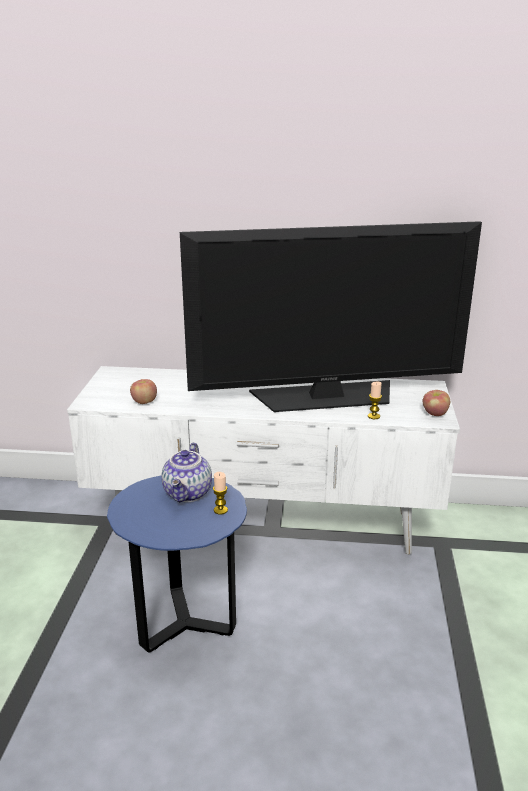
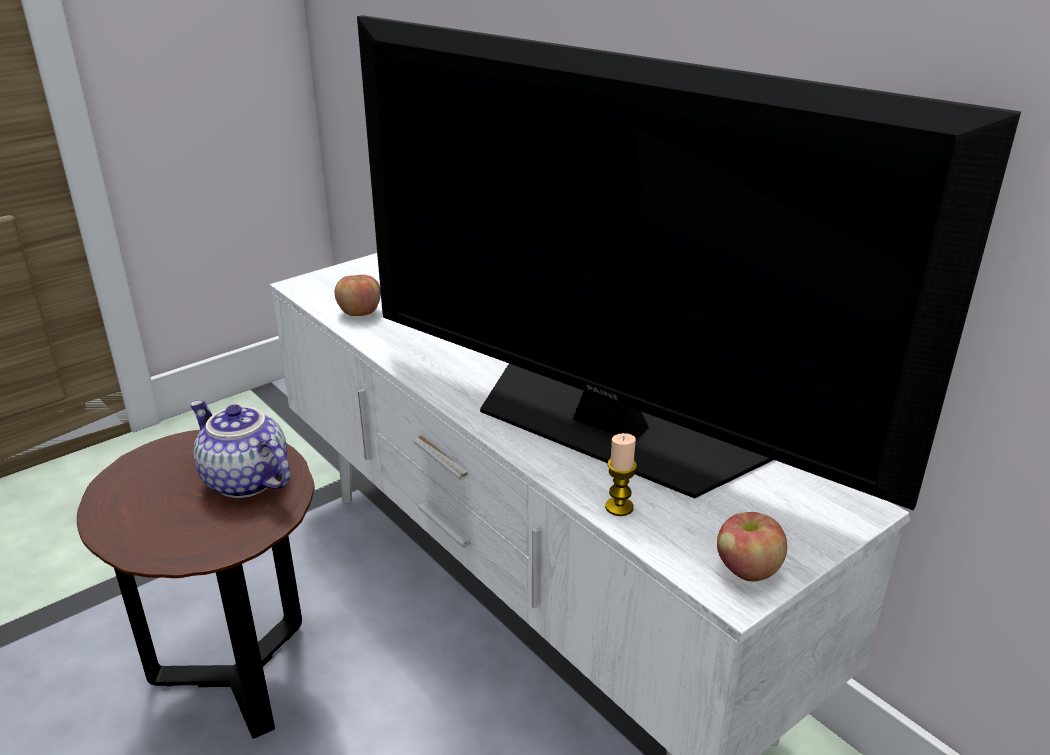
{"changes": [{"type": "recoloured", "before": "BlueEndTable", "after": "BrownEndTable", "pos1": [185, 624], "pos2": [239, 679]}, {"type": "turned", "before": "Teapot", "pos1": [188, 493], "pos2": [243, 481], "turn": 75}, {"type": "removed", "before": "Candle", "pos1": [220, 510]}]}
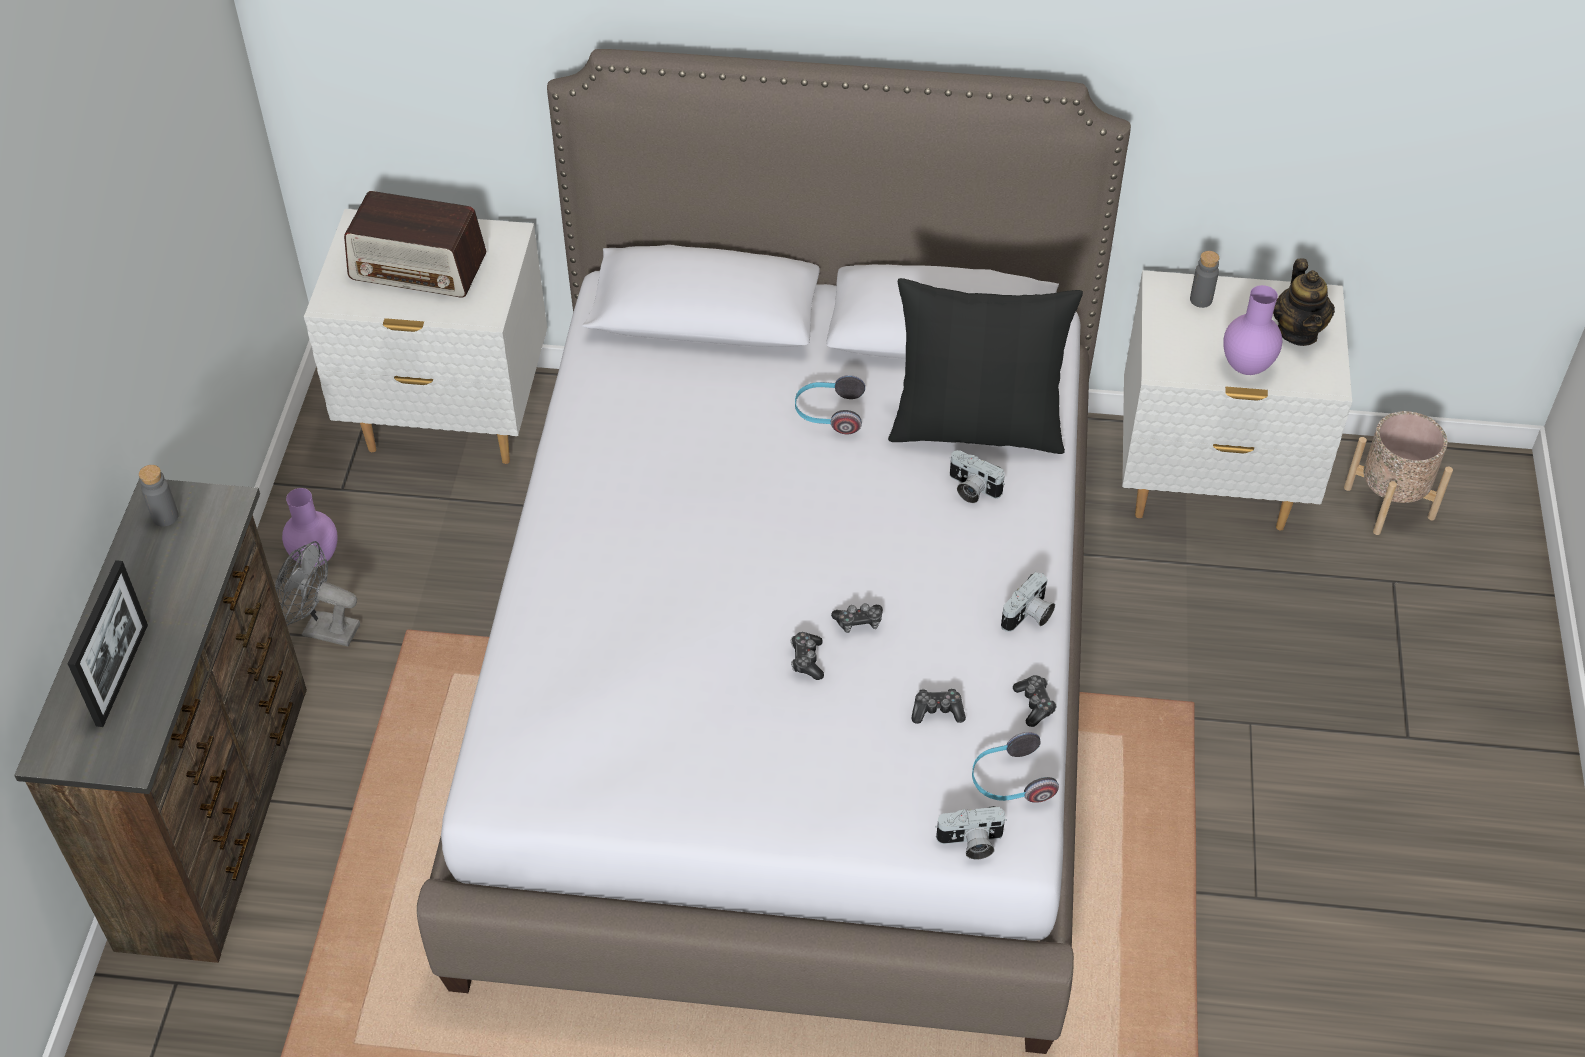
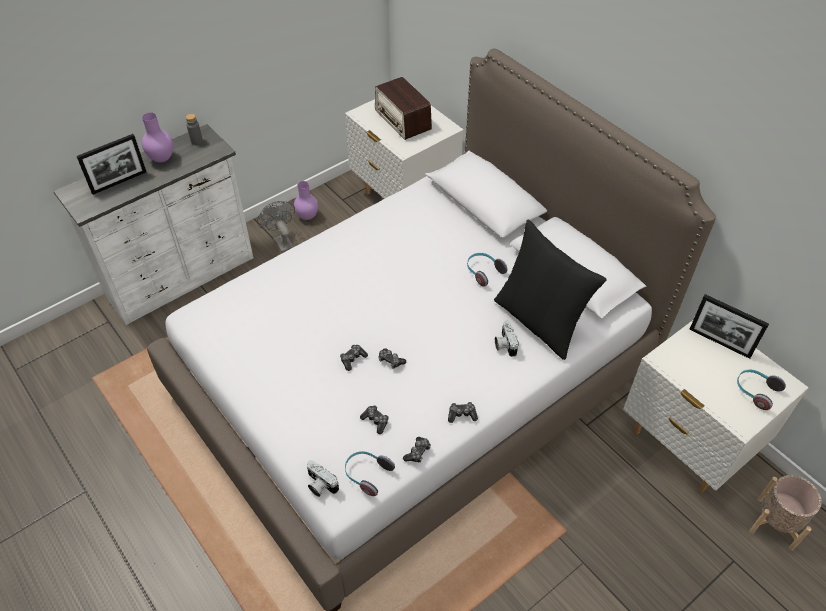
{"changes": [{"type": "recoloured", "before": "BrownDrawerChest", "after": "WhiteColouredDrawerChest", "pos1": [220, 813], "pos2": [183, 277]}, {"type": "moved", "before": "PurpleFlowerVase", "pos1": [1247, 367], "pos2": [162, 159]}, {"type": "replaced", "before": "PhotoCamera", "after": "Gamepad", "pos1": [1029, 616], "pos2": [462, 414]}, {"type": "replaced", "before": "GreyishBeverageBottle", "after": "StandingFrame", "pos1": [1201, 300], "pos2": [719, 342]}, {"type": "replaced", "before": "Teapot", "after": "Headphones", "pos1": [1298, 331], "pos2": [755, 391]}]}
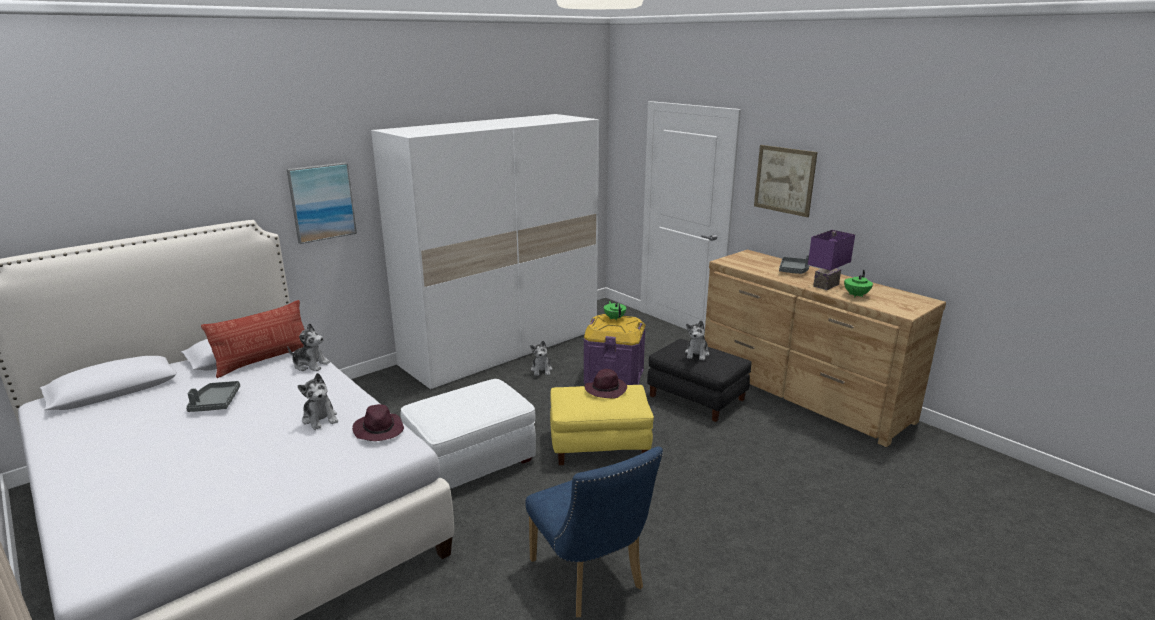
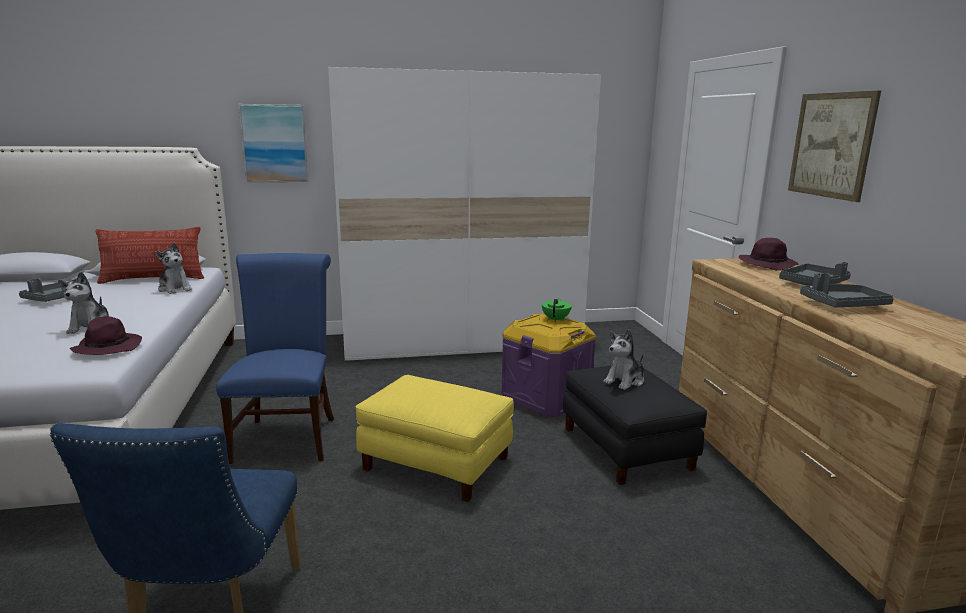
{"changes": [{"type": "replaced", "before": "WhiteColouredFootrest", "after": "BlueChair", "pos1": [472, 461], "pos2": [287, 436]}, {"type": "moved", "before": "PurpleHat", "pos1": [606, 389], "pos2": [768, 264]}, {"type": "replaced", "before": "PurpleTabletopLamp", "after": "GreyishCarryingTray", "pos1": [825, 285], "pos2": [842, 305]}, {"type": "removed", "before": "SoftToy", "pos1": [541, 370]}, {"type": "removed", "before": "GreenishTeapot", "pos1": [855, 295]}]}
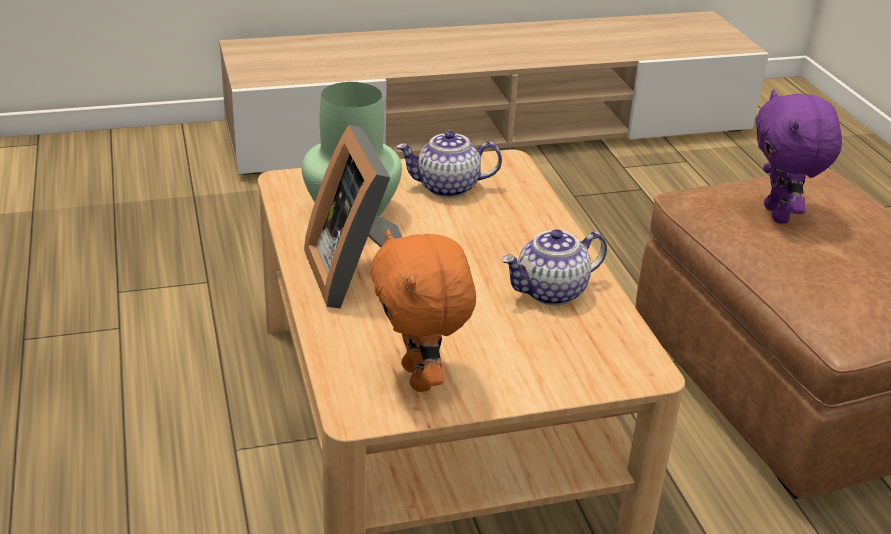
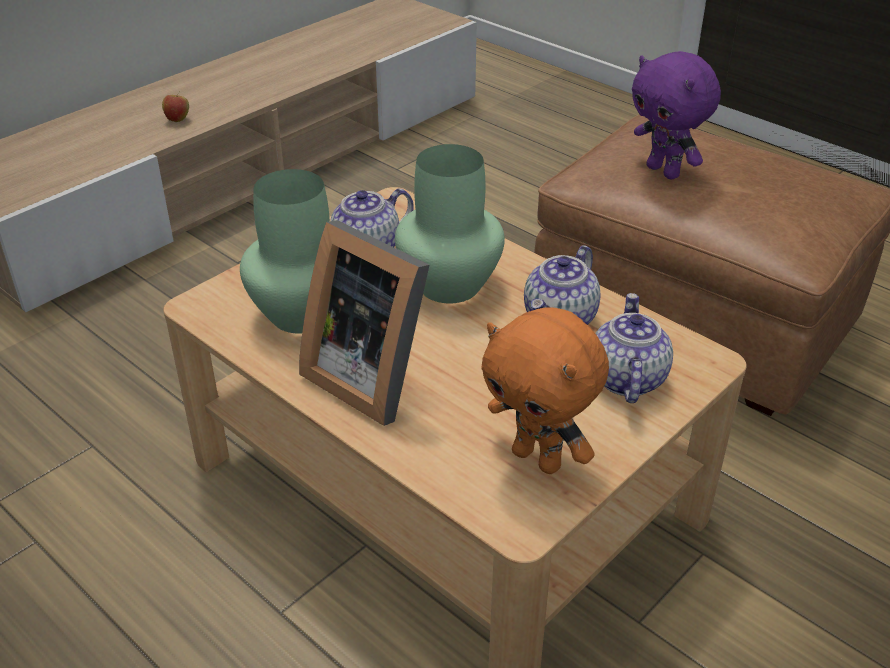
{"changes": [{"type": "added", "after": "WholeApple", "pos2": [178, 120]}, {"type": "added", "after": "GreenishFlowerVase", "pos2": [449, 286]}, {"type": "added", "after": "Teapot", "pos2": [626, 378]}]}
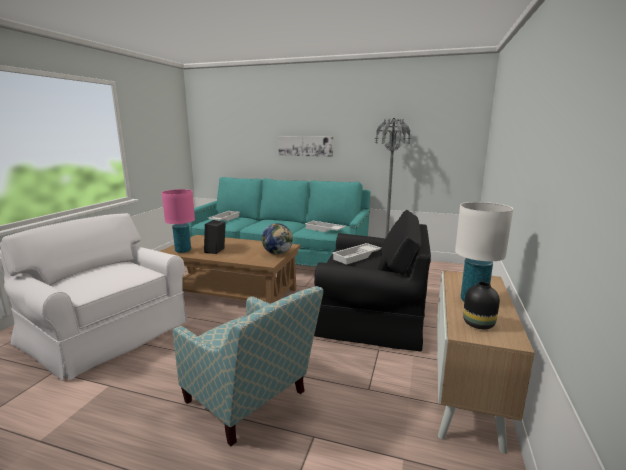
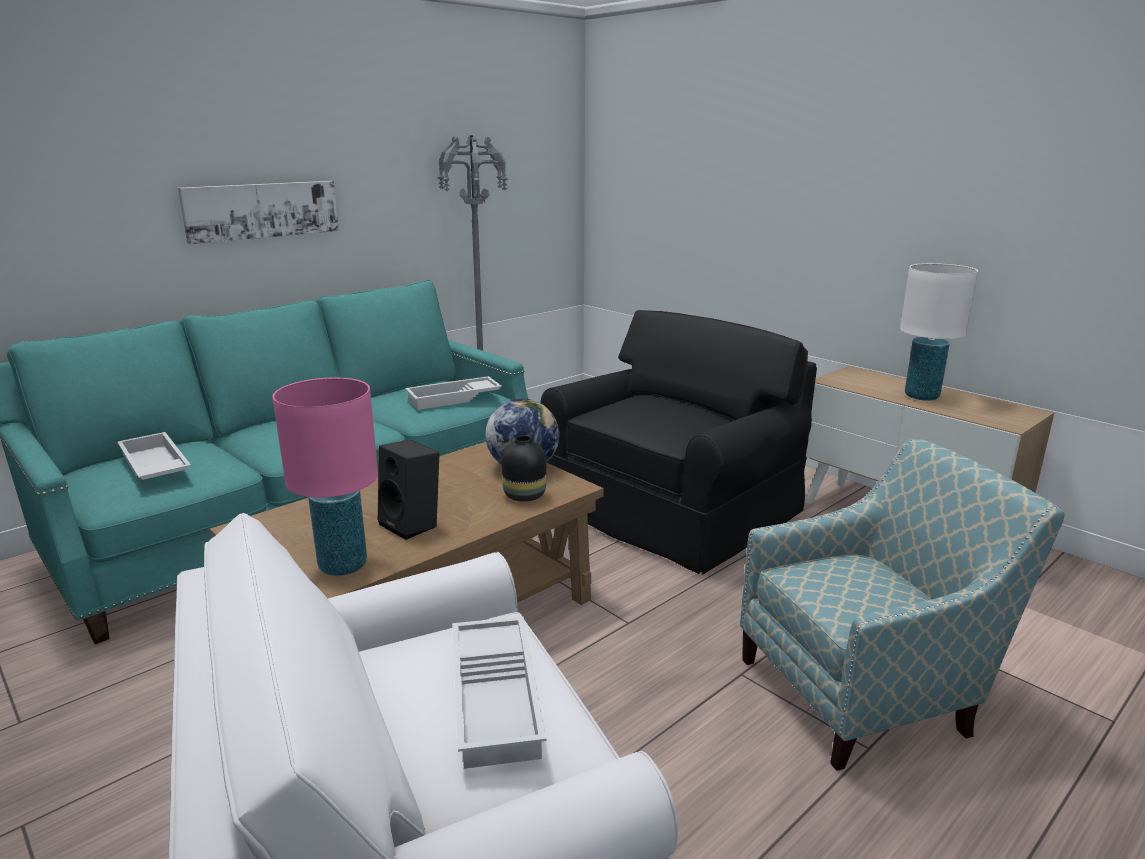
{"changes": [{"type": "moved", "before": "WhiteColouredCarryingTray", "pos1": [357, 257], "pos2": [498, 697]}, {"type": "moved", "before": "BlackFlowerVase", "pos1": [478, 324], "pos2": [524, 495]}]}
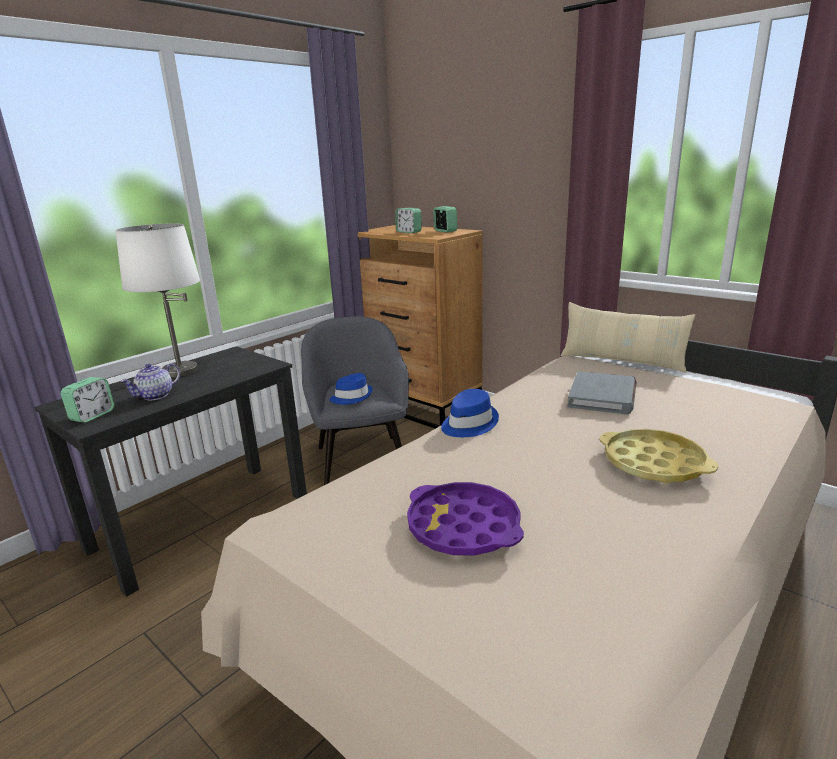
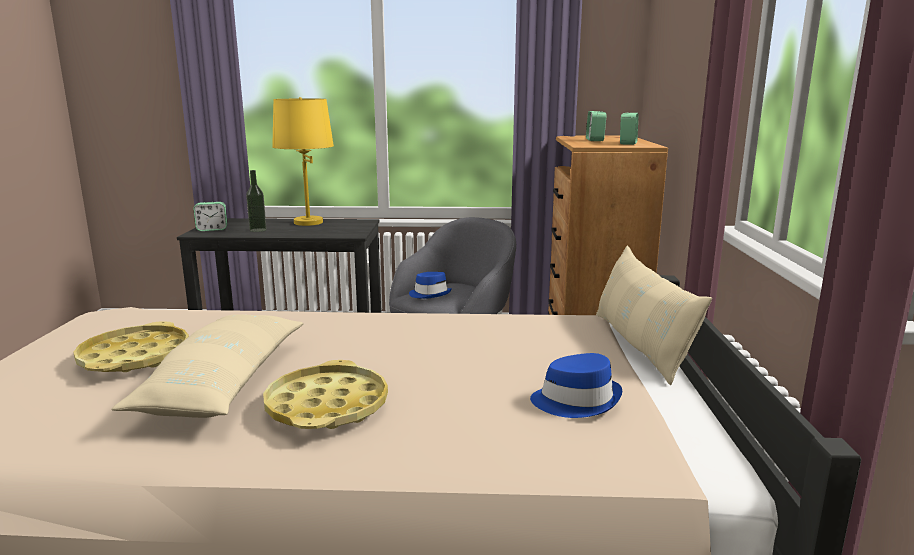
{"changes": [{"type": "recoloured", "before": "PurpleCarryingTray", "after": "YellowishCarryingTray", "pos1": [463, 527], "pos2": [134, 358]}, {"type": "added", "after": "BeigeCushion", "pos2": [224, 383]}, {"type": "replaced", "before": "Teapot", "after": "BeverageBottle", "pos1": [155, 396], "pos2": [258, 230]}, {"type": "recoloured", "before": "WhiteColouredTabletopLamp", "after": "YellowishTabletopLamp", "pos1": [180, 371], "pos2": [308, 222]}, {"type": "moved", "before": "BlueHat", "pos1": [468, 424], "pos2": [576, 400]}, {"type": "removed", "before": "GreyishBook", "pos1": [602, 396]}]}
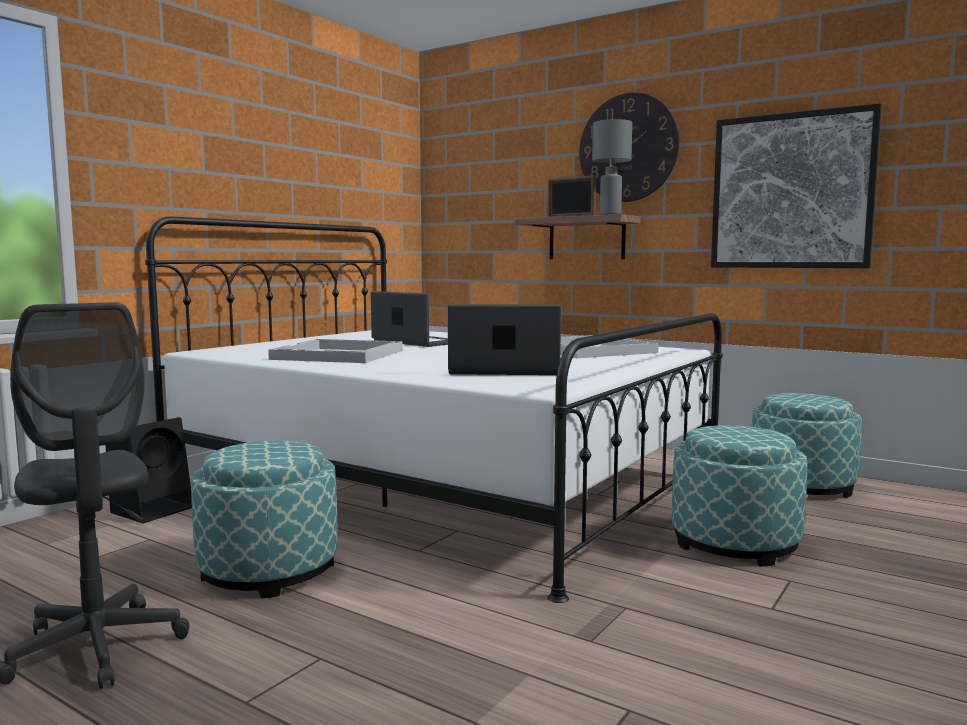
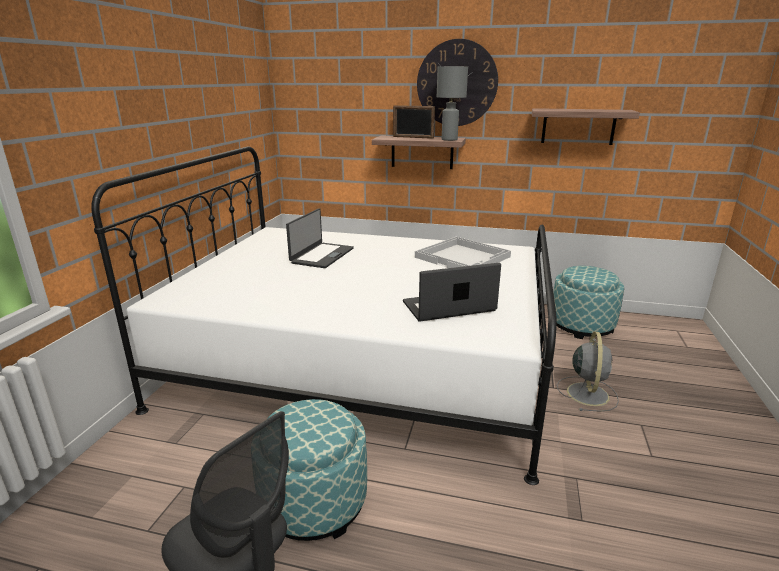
{"changes": [{"type": "turned", "before": "Laptop", "pos1": [415, 342], "pos2": [321, 255], "turn": 90}, {"type": "replaced", "before": "WallArt", "after": "WallShelf", "pos1": [791, 191], "pos2": [578, 126]}, {"type": "replaced", "before": "Footrest", "after": "GreyishElectricFan", "pos1": [734, 542], "pos2": [587, 393]}, {"type": "removed", "before": "BlackAudioSpeaker", "pos1": [153, 509]}, {"type": "removed", "before": "WhiteColouredCarryingTray", "pos1": [339, 355]}]}
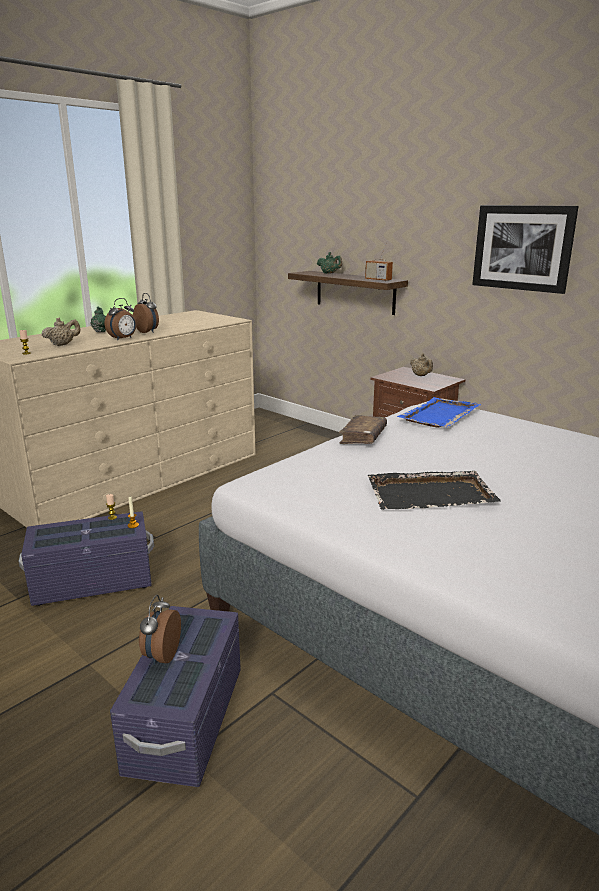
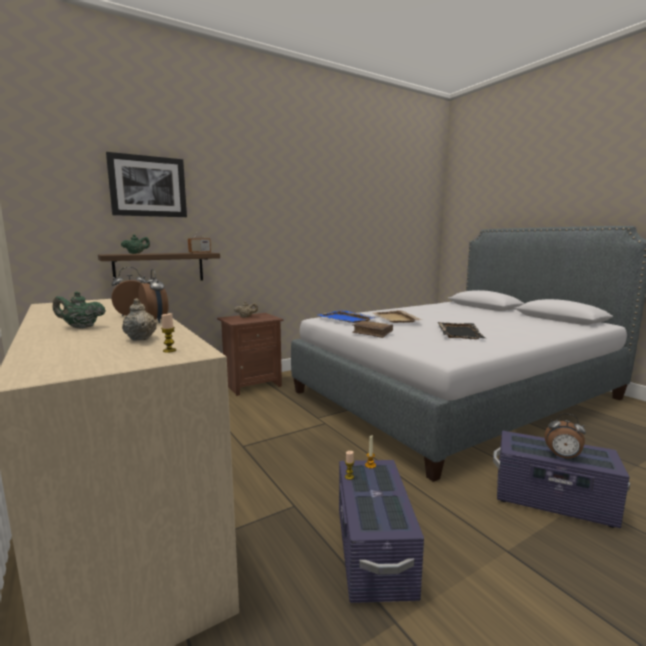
{"changes": [{"type": "moved", "before": "WallArt", "pos1": [522, 248], "pos2": [148, 186]}, {"type": "added", "after": "BeigeCarryingTray", "pos2": [395, 318]}]}
